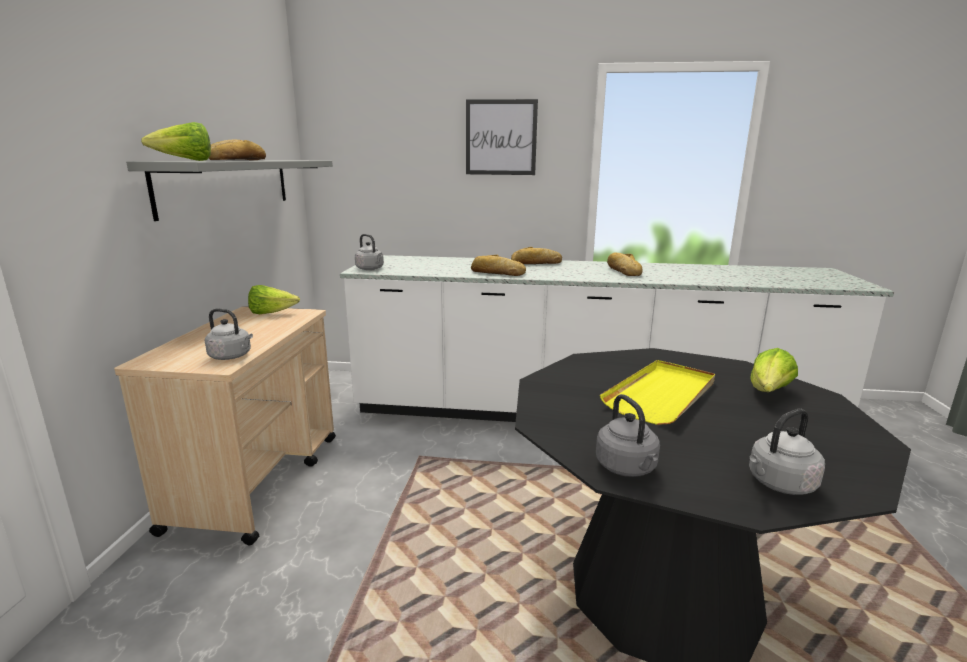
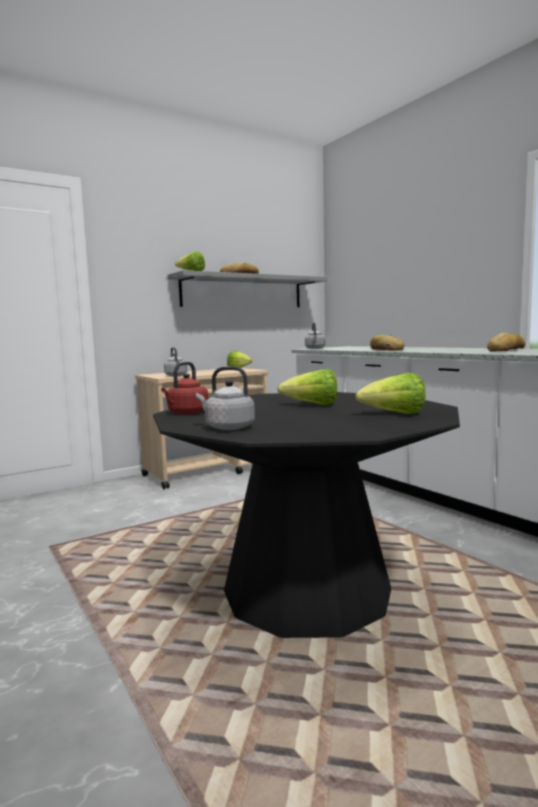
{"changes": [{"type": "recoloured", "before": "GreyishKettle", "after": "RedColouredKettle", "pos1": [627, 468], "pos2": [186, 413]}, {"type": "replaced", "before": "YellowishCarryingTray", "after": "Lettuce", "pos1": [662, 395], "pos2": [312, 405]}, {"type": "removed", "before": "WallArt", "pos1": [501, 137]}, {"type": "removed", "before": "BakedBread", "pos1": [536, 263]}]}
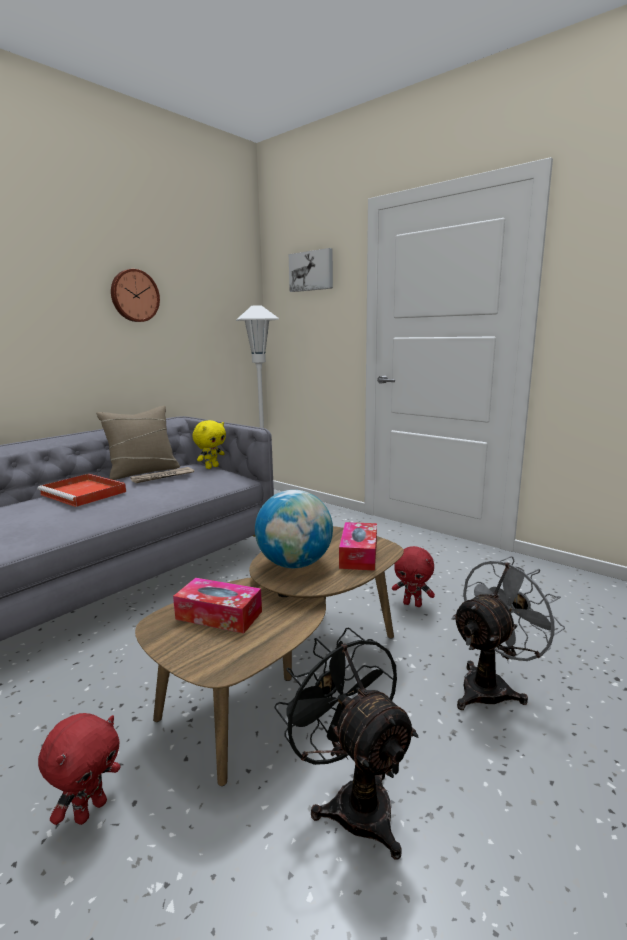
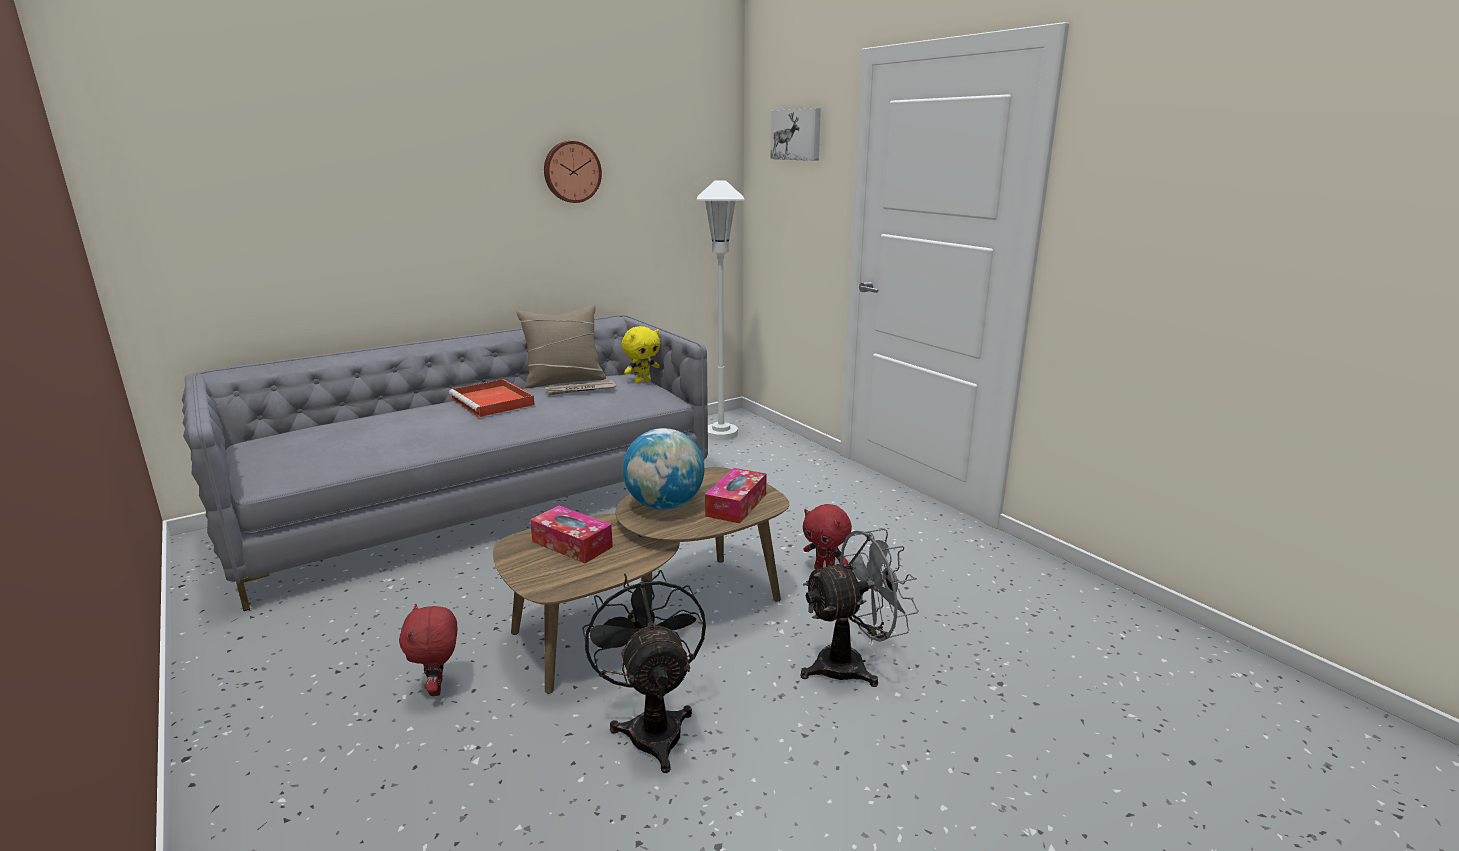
{"changes": [{"type": "turned", "before": "RedColouredSoftToy", "pos1": [90, 810], "pos2": [438, 688], "turn": 120}]}
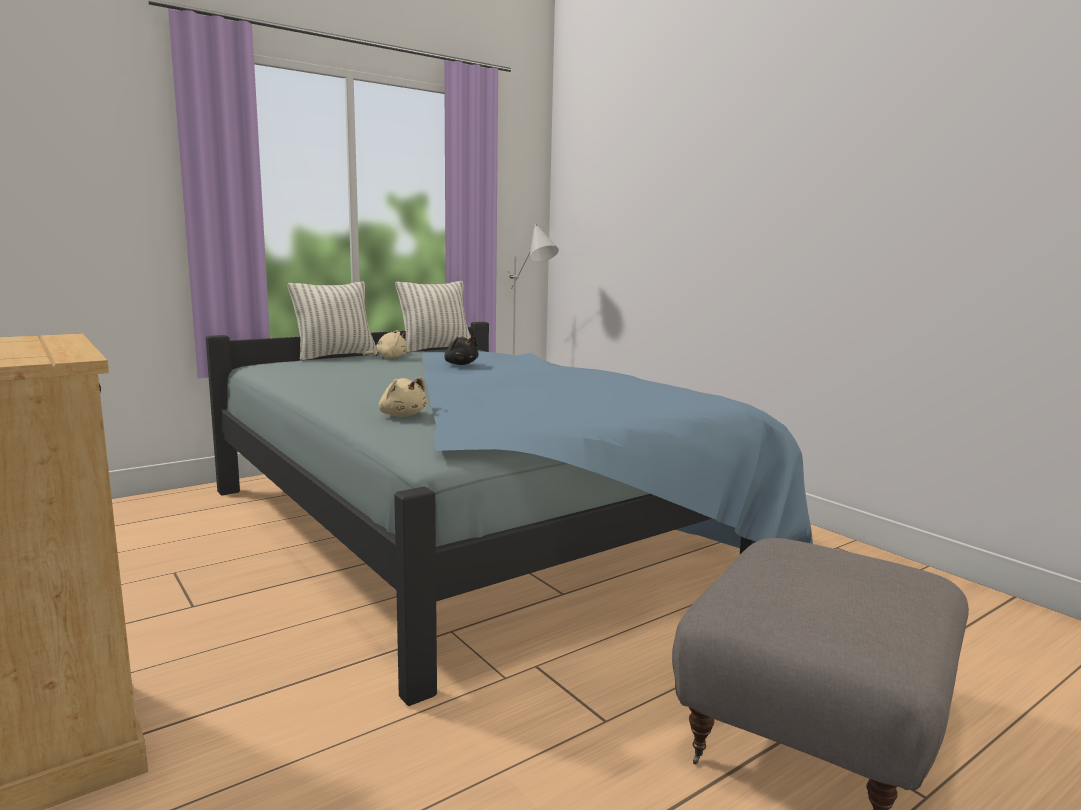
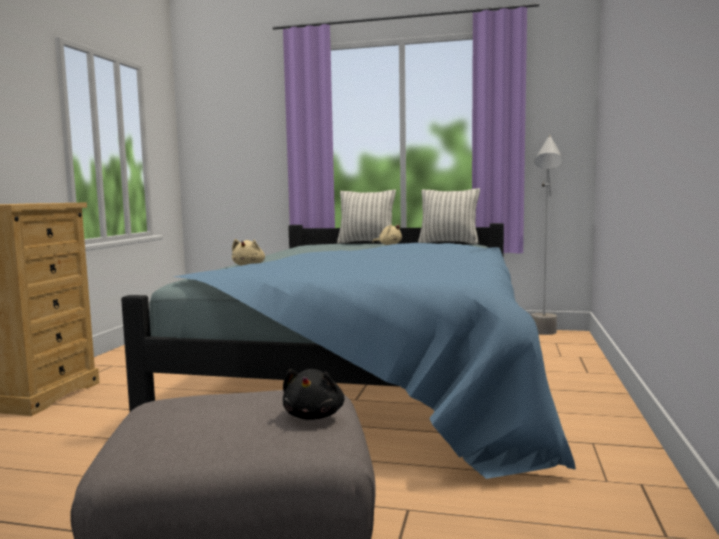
{"changes": [{"type": "moved", "before": "BlackSoftToy", "pos1": [460, 364], "pos2": [314, 416]}]}
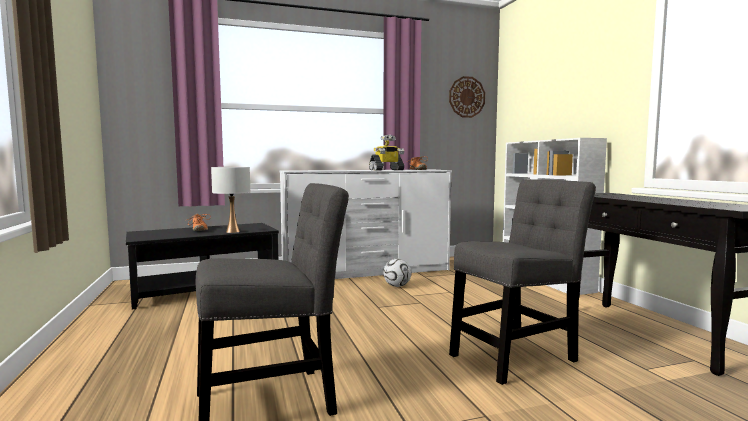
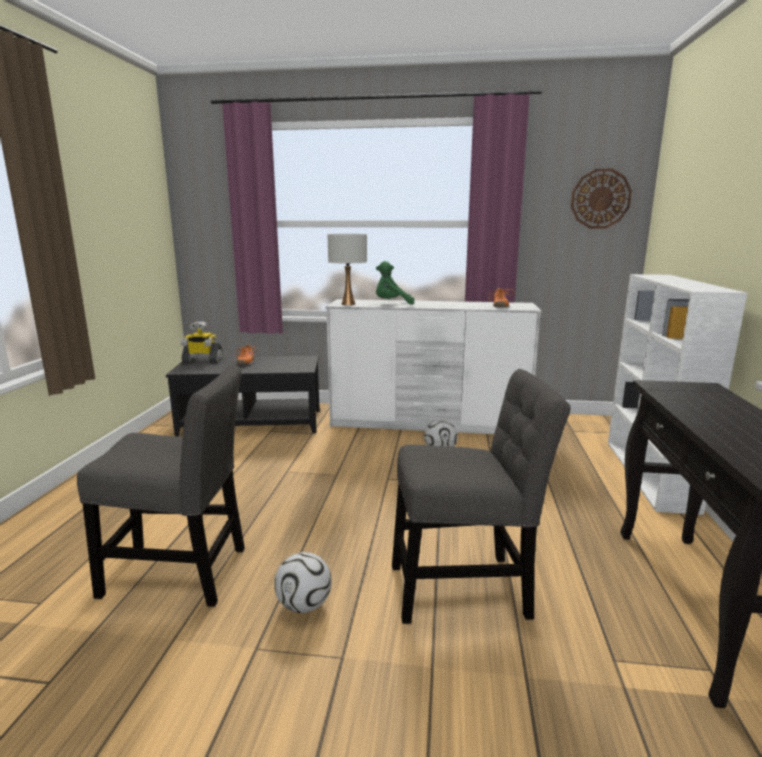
{"changes": [{"type": "moved", "before": "ModelRobot", "pos1": [386, 170], "pos2": [202, 360]}, {"type": "added", "after": "FootballBall", "pos2": [304, 605]}, {"type": "moved", "before": "WhiteColouredTabletopLamp", "pos1": [232, 231], "pos2": [348, 304]}, {"type": "added", "after": "GreenishSoftToy", "pos2": [392, 304]}]}
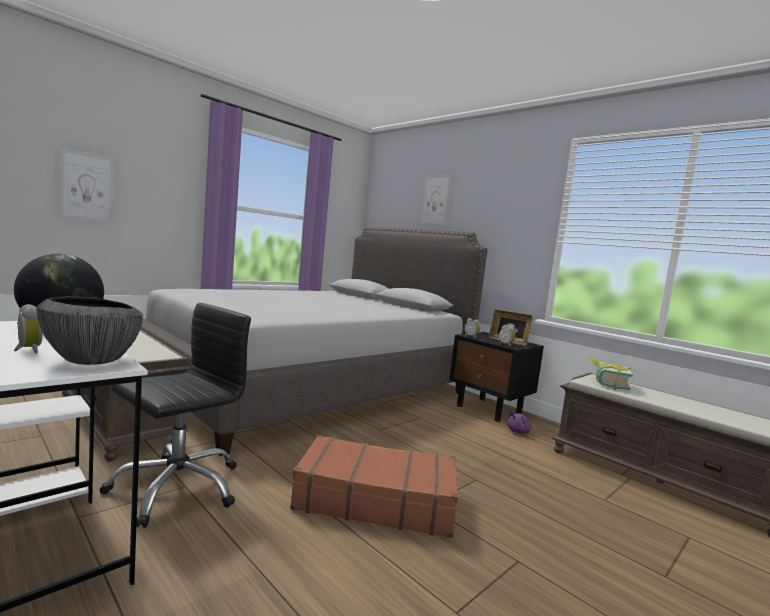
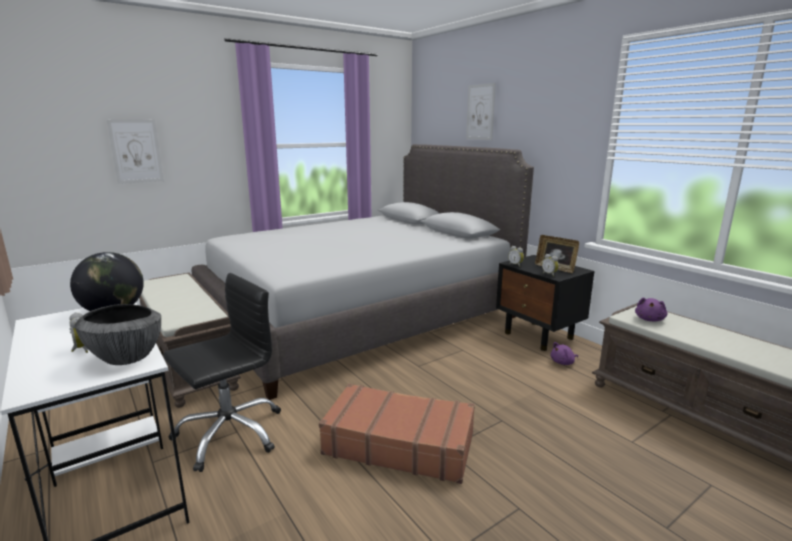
{"changes": [{"type": "replaced", "before": "Book", "after": "PurpleSoftToy", "pos1": [606, 384], "pos2": [649, 319]}]}
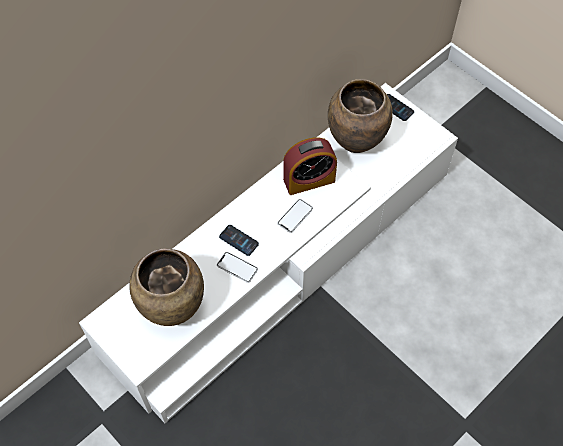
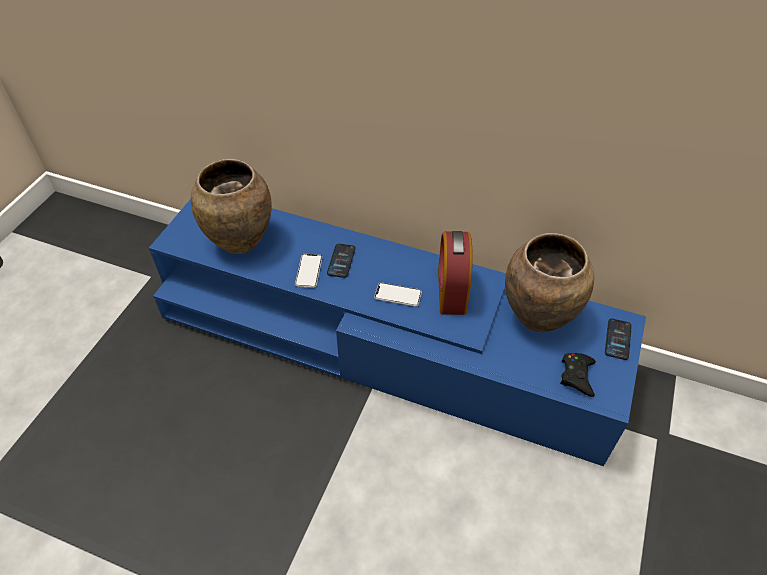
{"changes": [{"type": "recoloured", "before": "WhiteColouredMediaConsole", "after": "BlueMediaConsole", "pos1": [281, 260], "pos2": [383, 342]}, {"type": "turned", "before": "AlarmClock", "pos1": [309, 180], "pos2": [451, 291], "turn": 45}, {"type": "added", "after": "BlackGamepad", "pos2": [577, 376]}]}
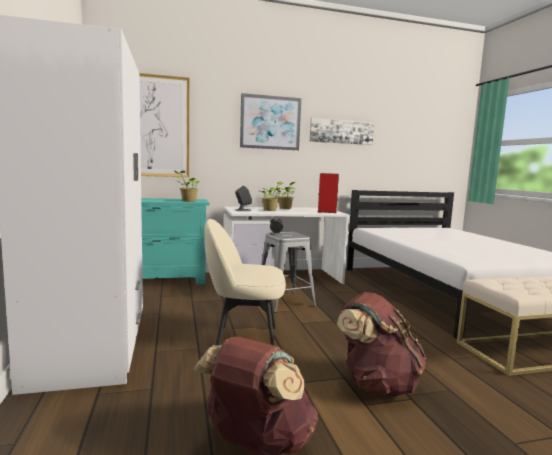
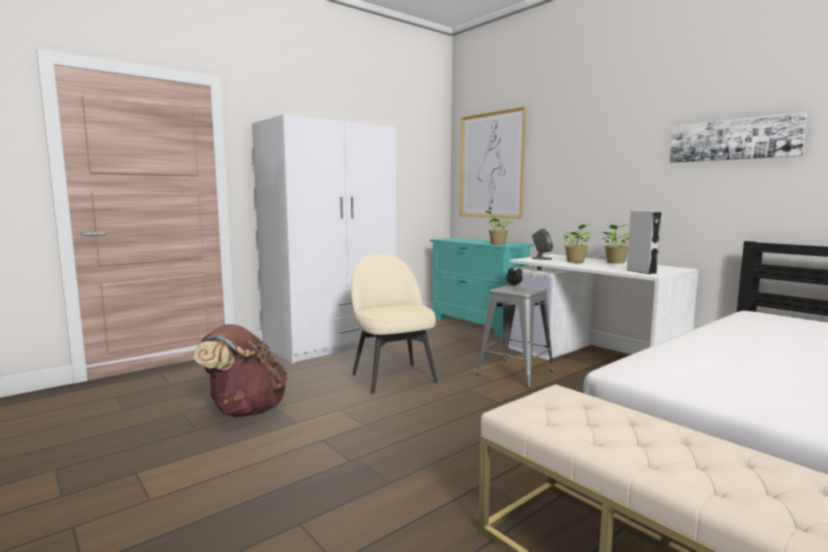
{"changes": [{"type": "recoloured", "before": "RedColouredAudioSpeaker", "after": "GreyishAudioSpeaker", "pos1": [326, 212], "pos2": [641, 271]}, {"type": "removed", "before": "WallArt", "pos1": [270, 122]}, {"type": "removed", "before": "BrownBackpack", "pos1": [376, 384]}]}
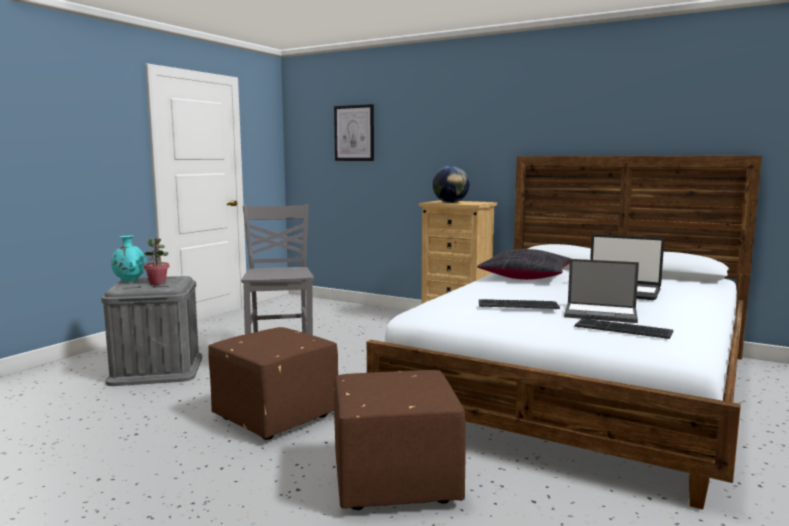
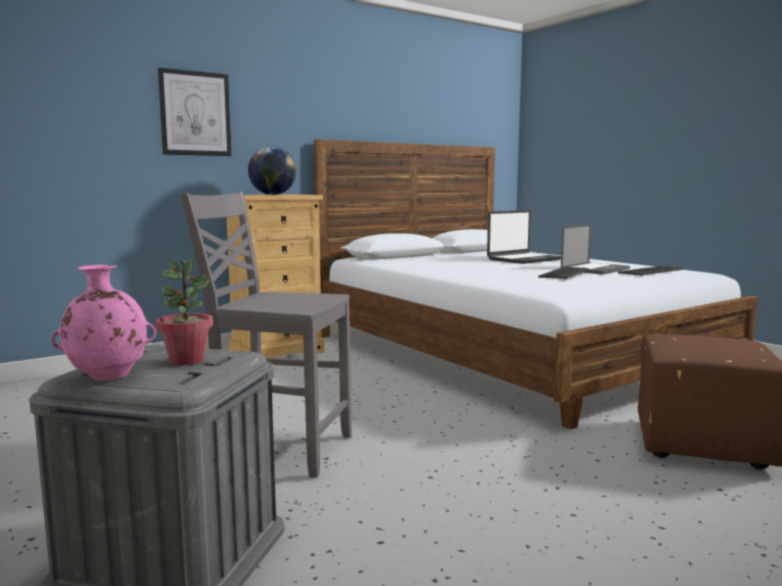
{"changes": [{"type": "recoloured", "before": "BlueGreenFlowerVase", "after": "PinkColouredFlowerVase", "pos1": [129, 281], "pos2": [107, 377]}, {"type": "moved", "before": "WallArt", "pos1": [354, 133], "pos2": [195, 113]}, {"type": "removed", "before": "BrownFootrest", "pos1": [273, 418]}, {"type": "removed", "before": "BlackCushion", "pos1": [526, 277]}]}
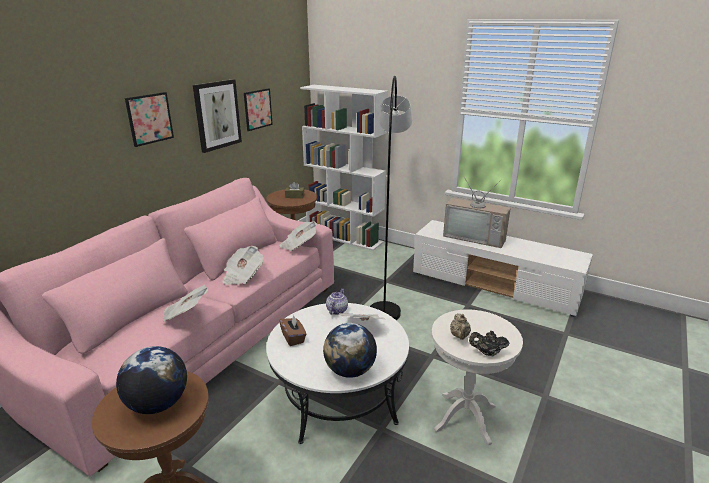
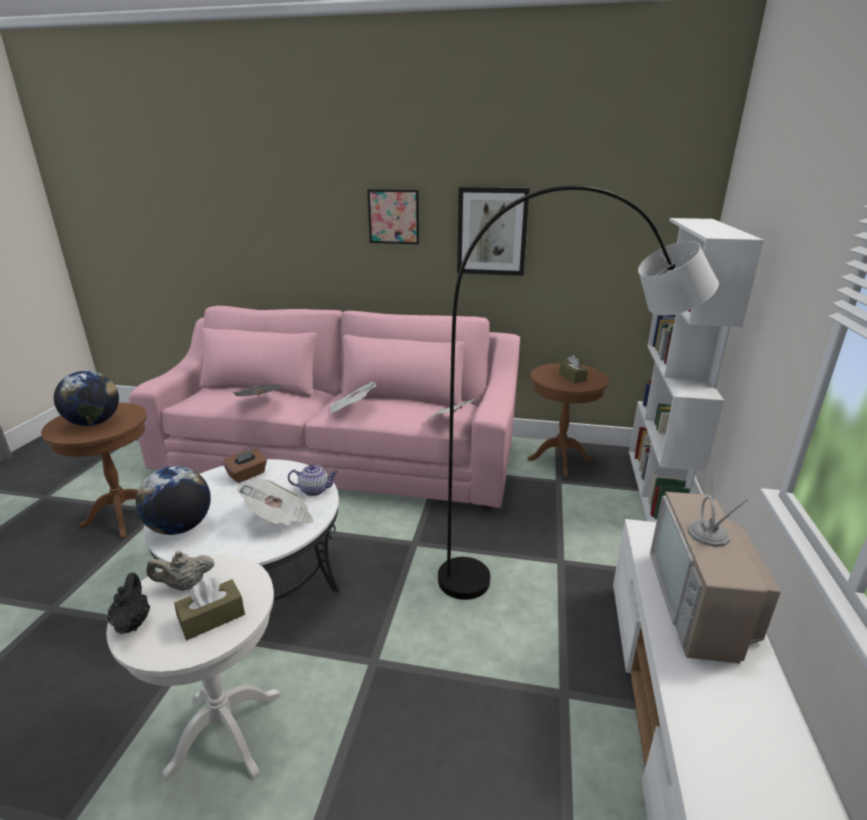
{"changes": [{"type": "added", "after": "BrownTissueHolder", "pos2": [212, 618]}, {"type": "removed", "before": "WallArt", "pos1": [258, 109]}]}
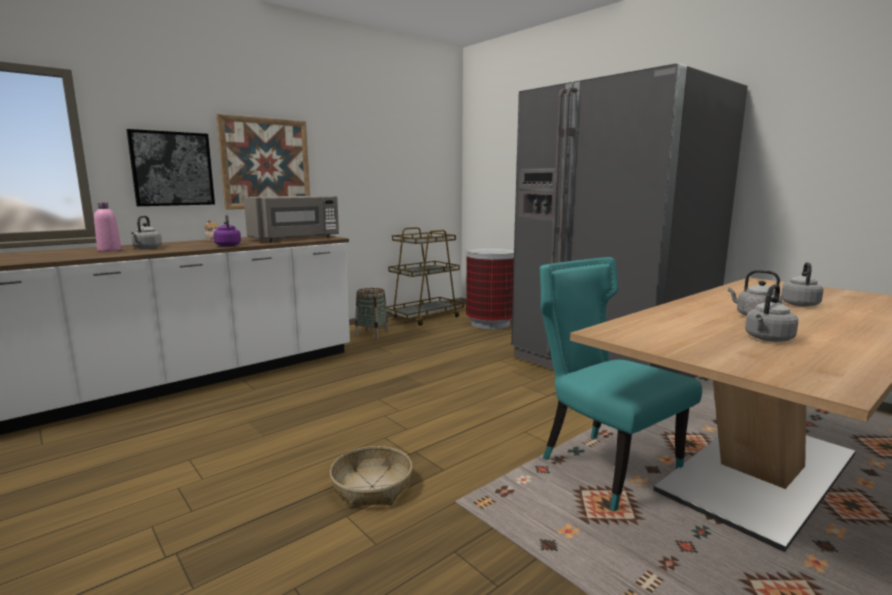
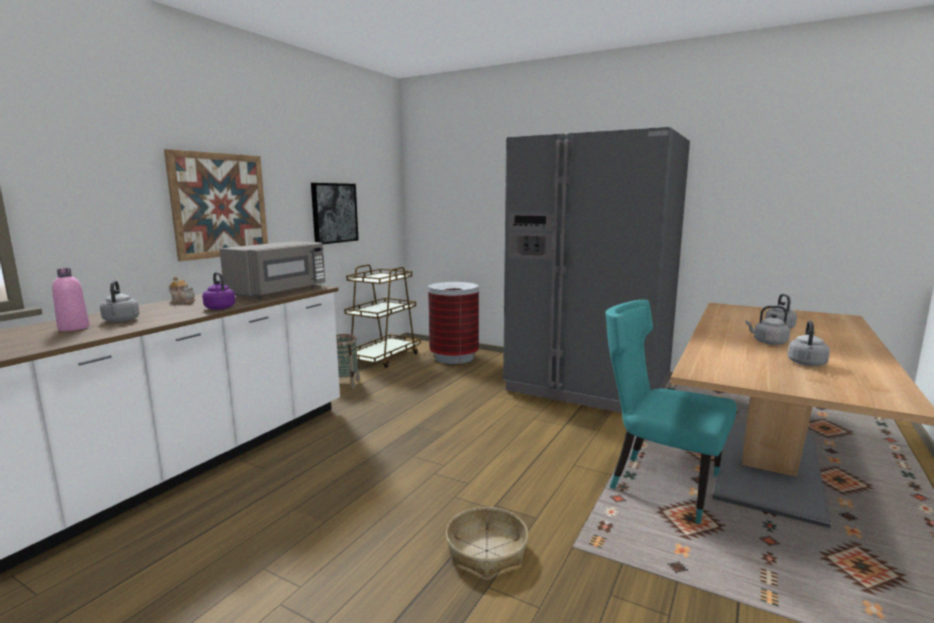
{"changes": [{"type": "moved", "before": "WallArt", "pos1": [172, 169], "pos2": [334, 213]}]}
